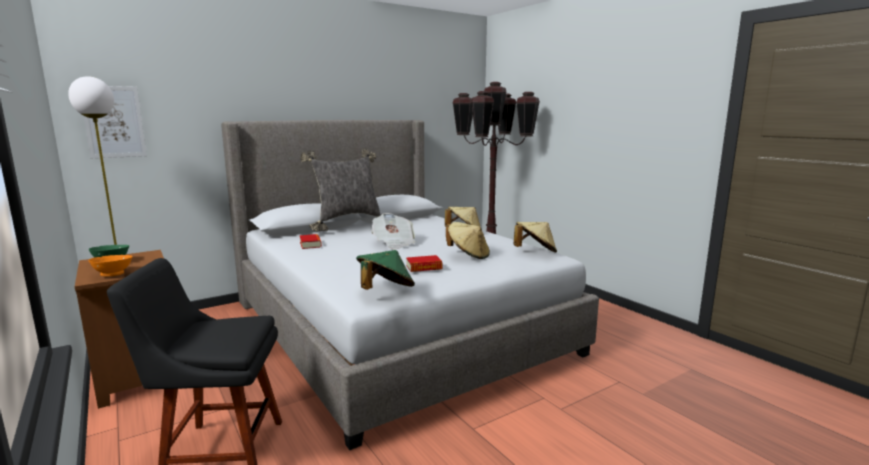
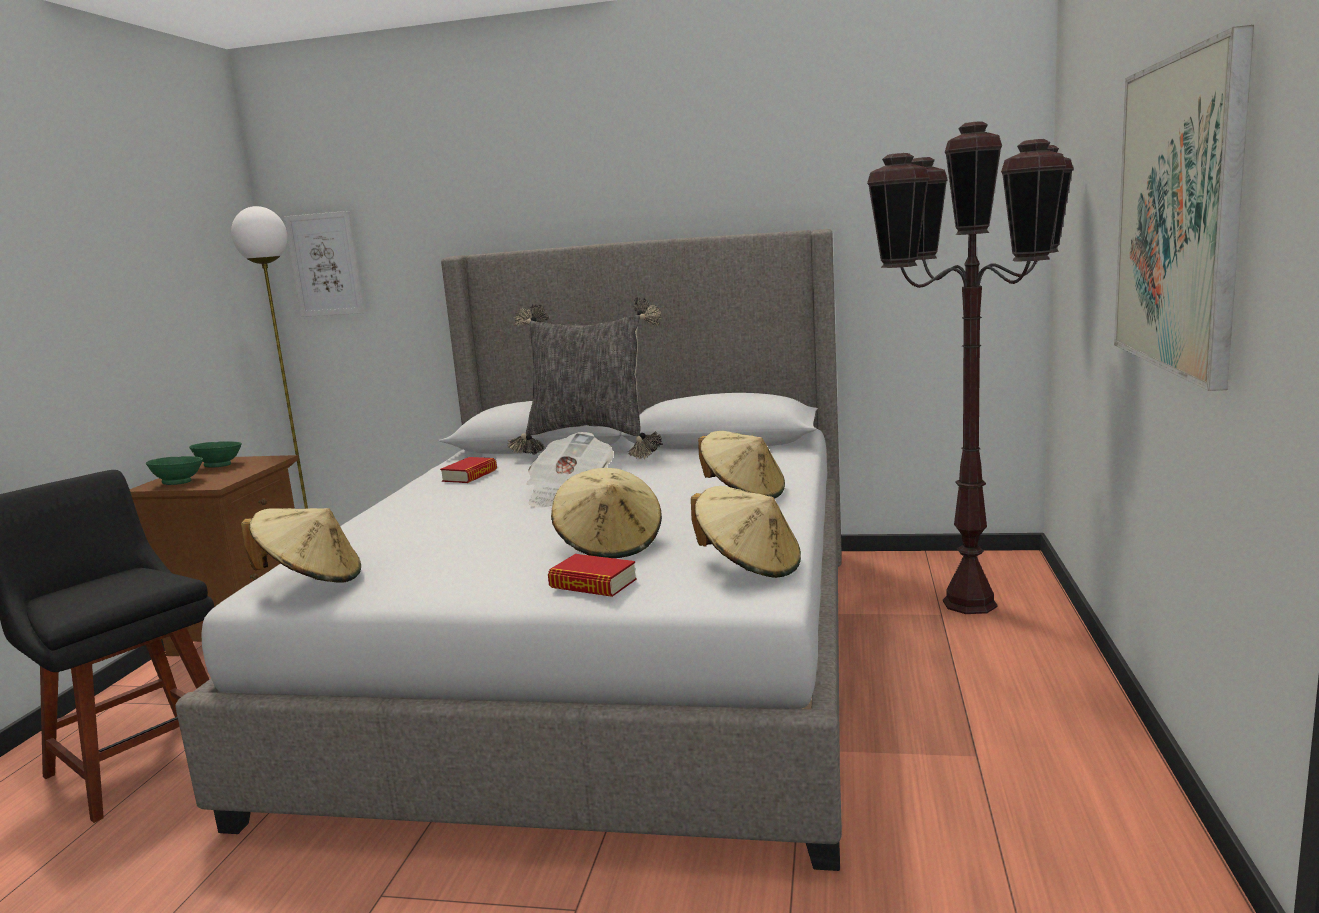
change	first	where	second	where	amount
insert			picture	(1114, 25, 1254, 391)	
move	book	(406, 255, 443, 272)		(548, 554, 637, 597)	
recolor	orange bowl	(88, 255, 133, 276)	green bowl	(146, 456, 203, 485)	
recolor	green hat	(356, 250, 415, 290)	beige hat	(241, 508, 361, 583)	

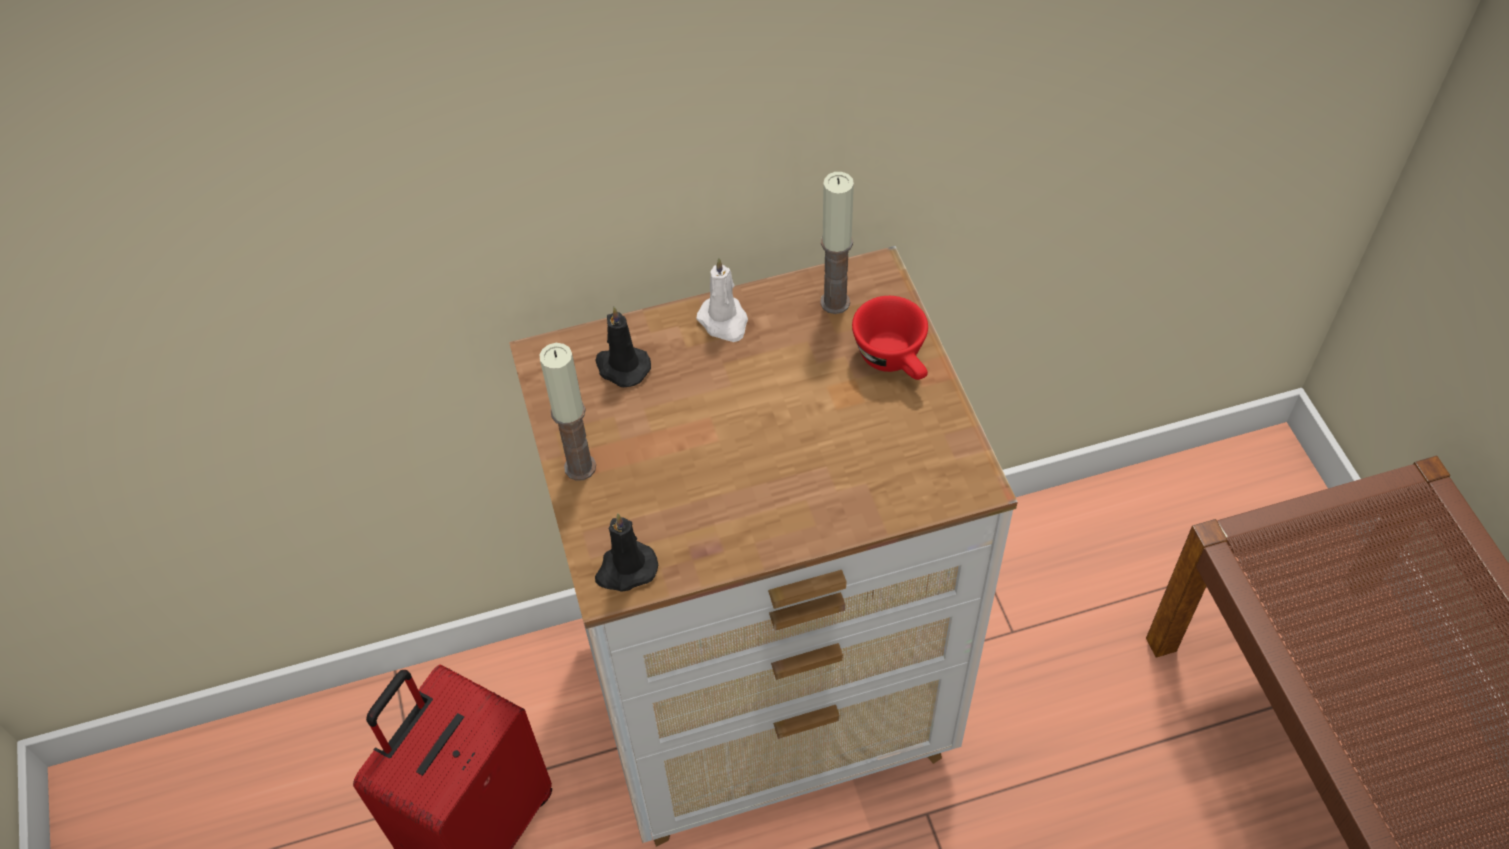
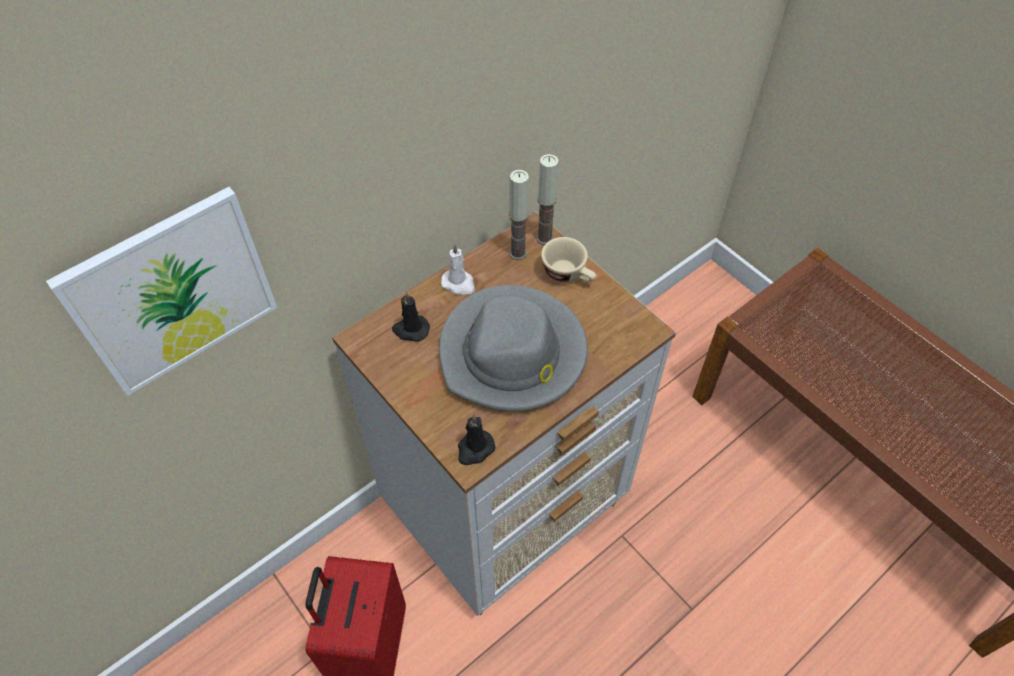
change	first	where	second	where	amount
insert			picture	(46, 187, 277, 396)	
insert			grey hat	(439, 285, 588, 412)	
move	candle	(539, 343, 596, 481)		(536, 154, 558, 245)	
recolor	red cup	(852, 296, 928, 380)	beige cup	(541, 237, 597, 284)	

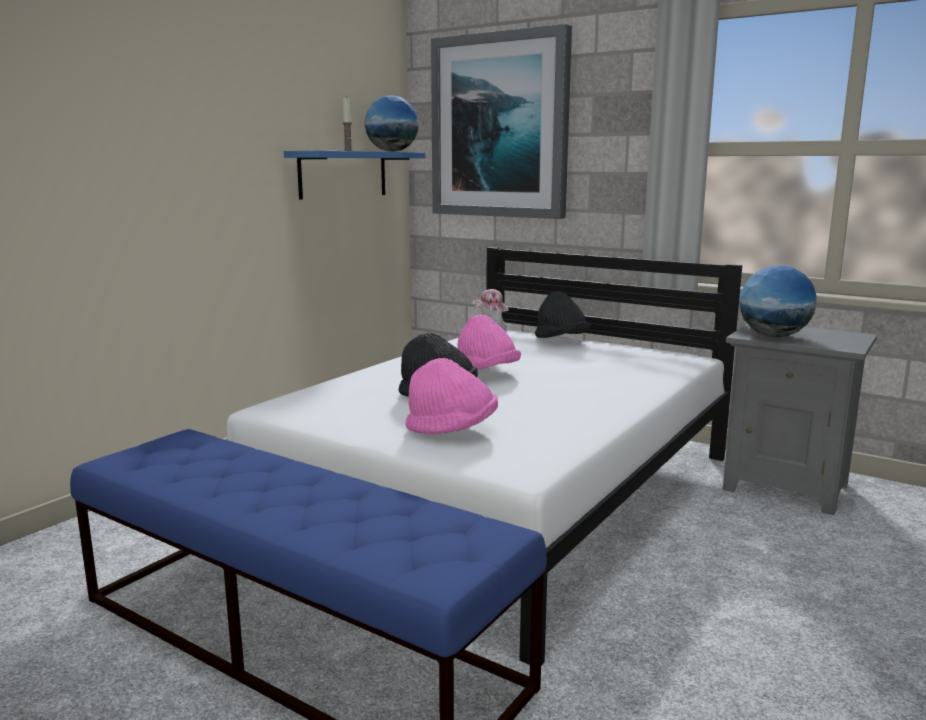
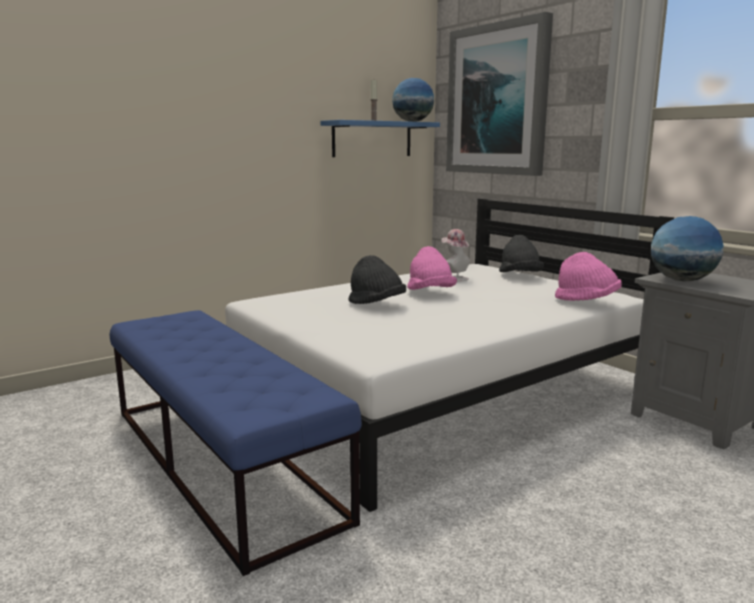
change	first	where	second	where	amount
move	pink hat	(406, 358, 498, 434)		(555, 252, 622, 301)	

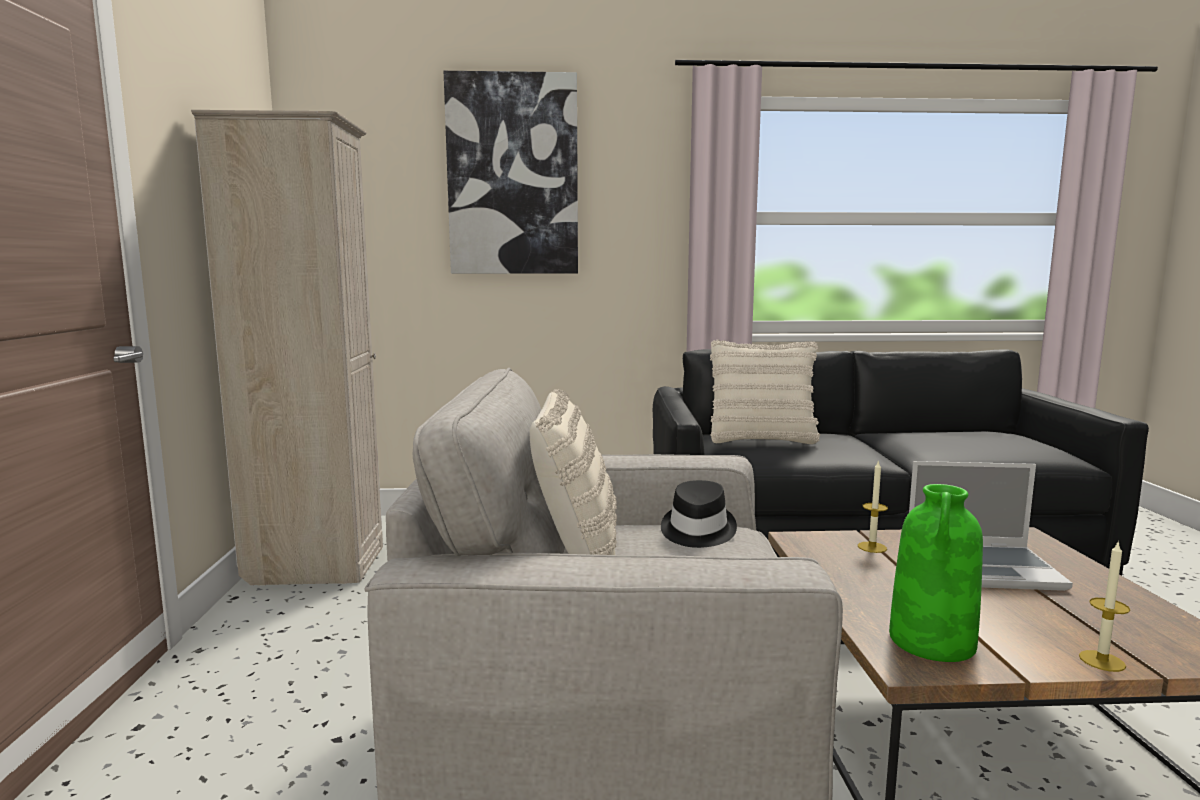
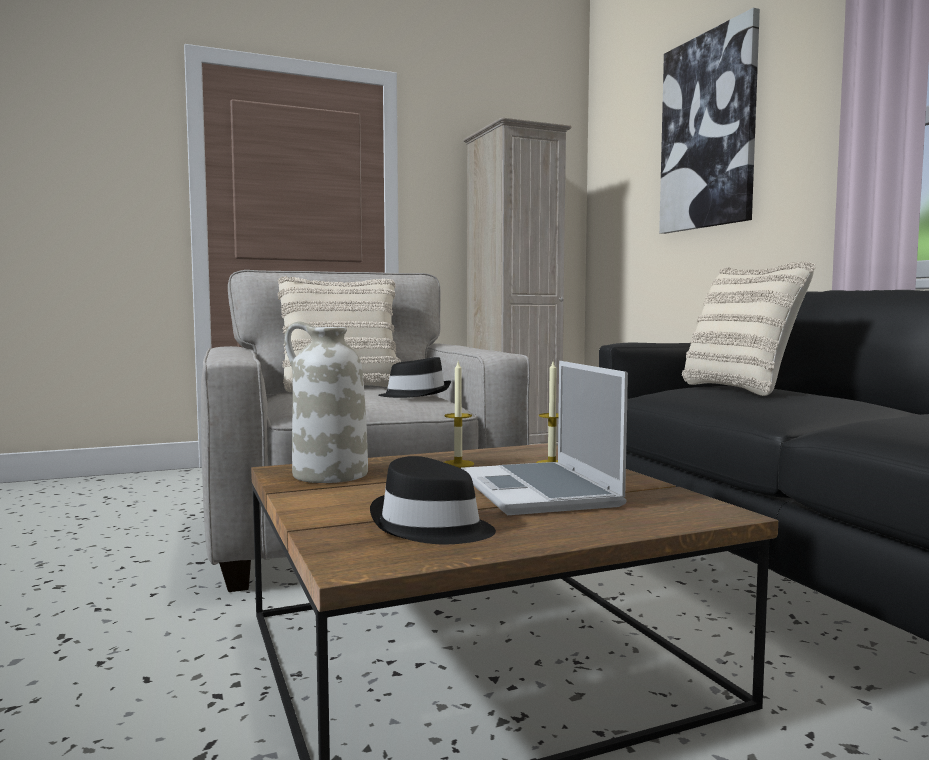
change	first	where	second	where	amount
insert			black hat	(370, 456, 496, 544)	
move	candle	(1079, 543, 1130, 672)		(444, 361, 474, 468)	
recolor	green vase	(889, 484, 983, 662)	white vase	(284, 321, 368, 483)	

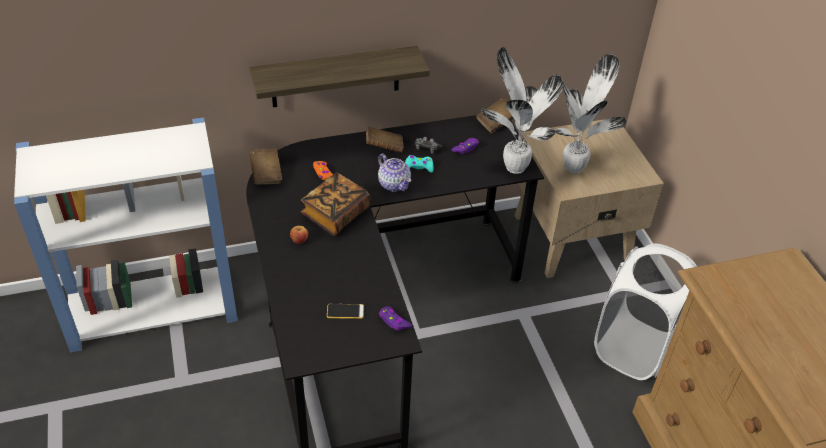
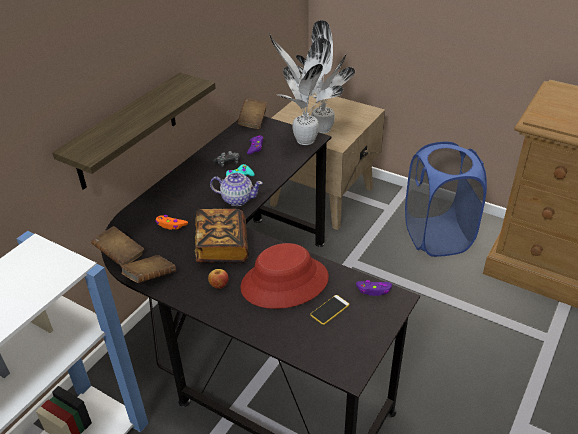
change	first	where	second	where	amount
insert			red hat	(240, 243, 329, 309)	
move	brown book	(366, 127, 404, 153)		(121, 255, 176, 283)	
recolor	white laundry basket	(594, 244, 697, 380)	blue laundry basket	(405, 142, 487, 257)	

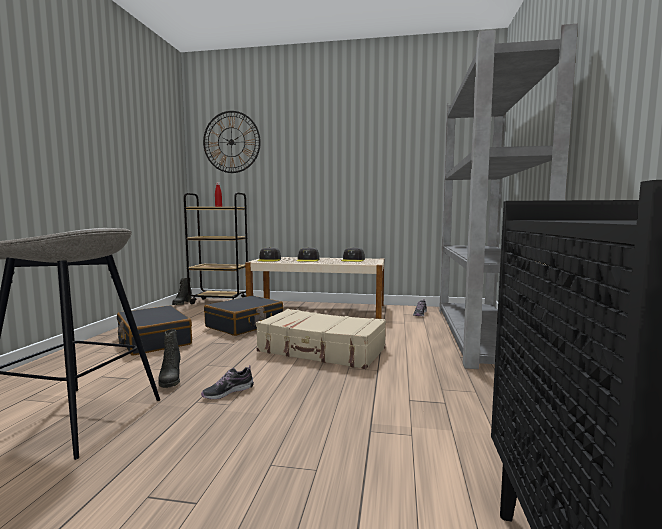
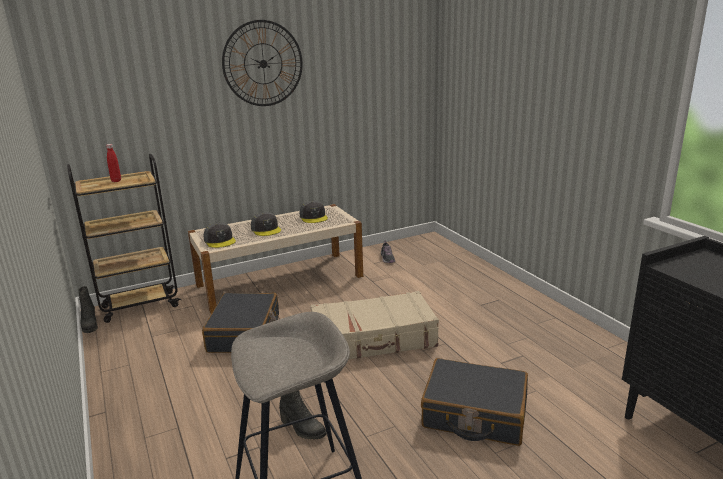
change	first	where	second	where	amount
delete	shoe	(201, 365, 254, 399)			
delete	grey bookcase	(439, 24, 578, 369)			
move	black suitcase	(117, 305, 192, 356)		(421, 358, 528, 446)	
move	wall clock	(203, 111, 261, 173)		(222, 20, 303, 106)	

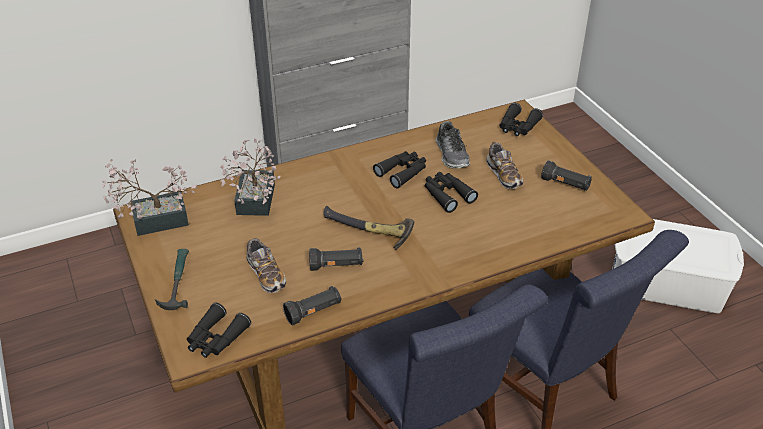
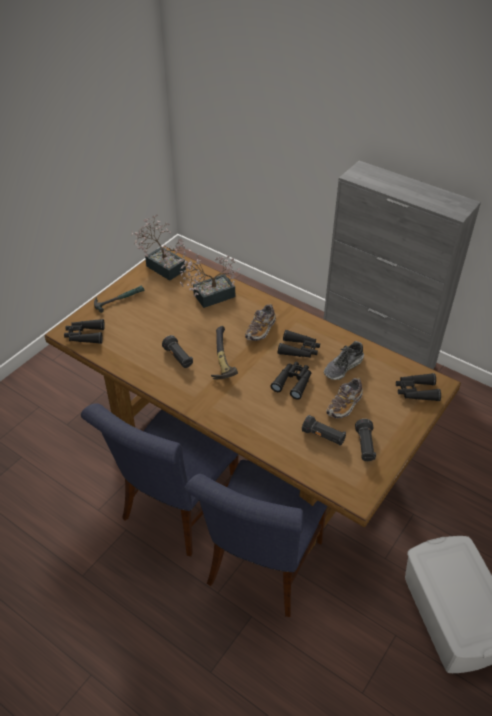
change	first	where	second	where	amount
move	shoe	(247, 237, 286, 293)		(245, 304, 276, 341)	
move	black flashlight	(283, 286, 342, 325)		(302, 415, 346, 446)	

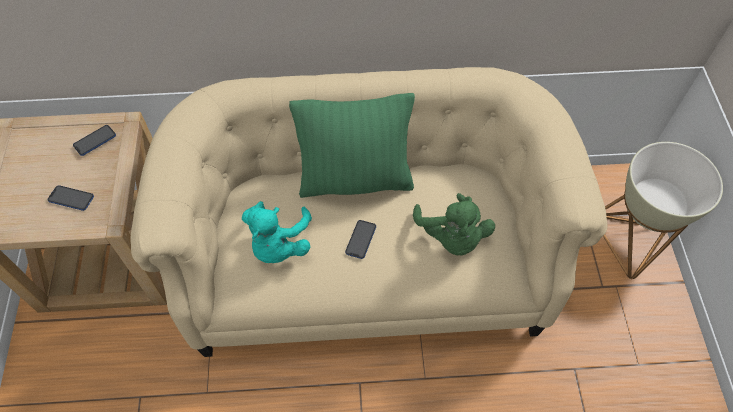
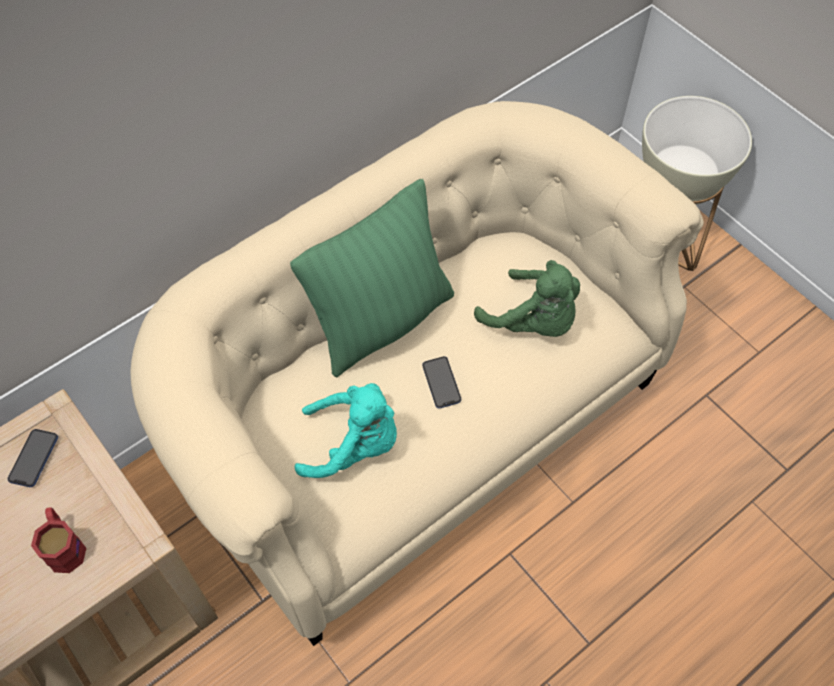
change	first	where	second	where	amount
replace	phone	(48, 185, 94, 211)	red mug	(31, 507, 86, 573)	
rotate	turquoise plush toy	(242, 201, 312, 263)		(294, 383, 397, 478)	60 degrees counterclockwise

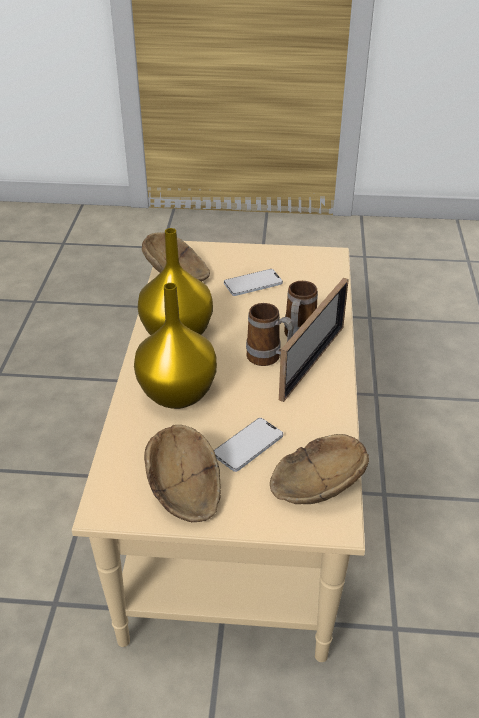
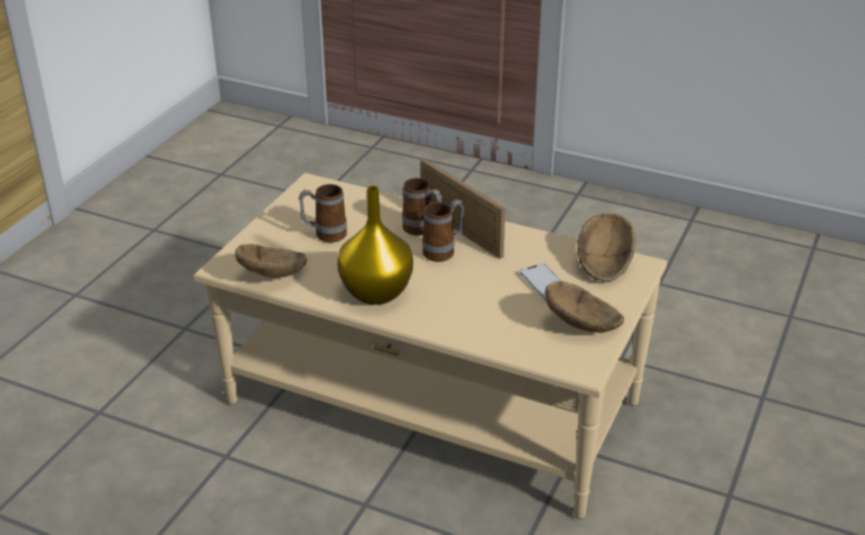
change	first	where	second	where	amount
delete	yellow vase	(134, 283, 217, 409)			
replace	phone	(224, 269, 283, 296)	mug	(299, 184, 347, 242)	

